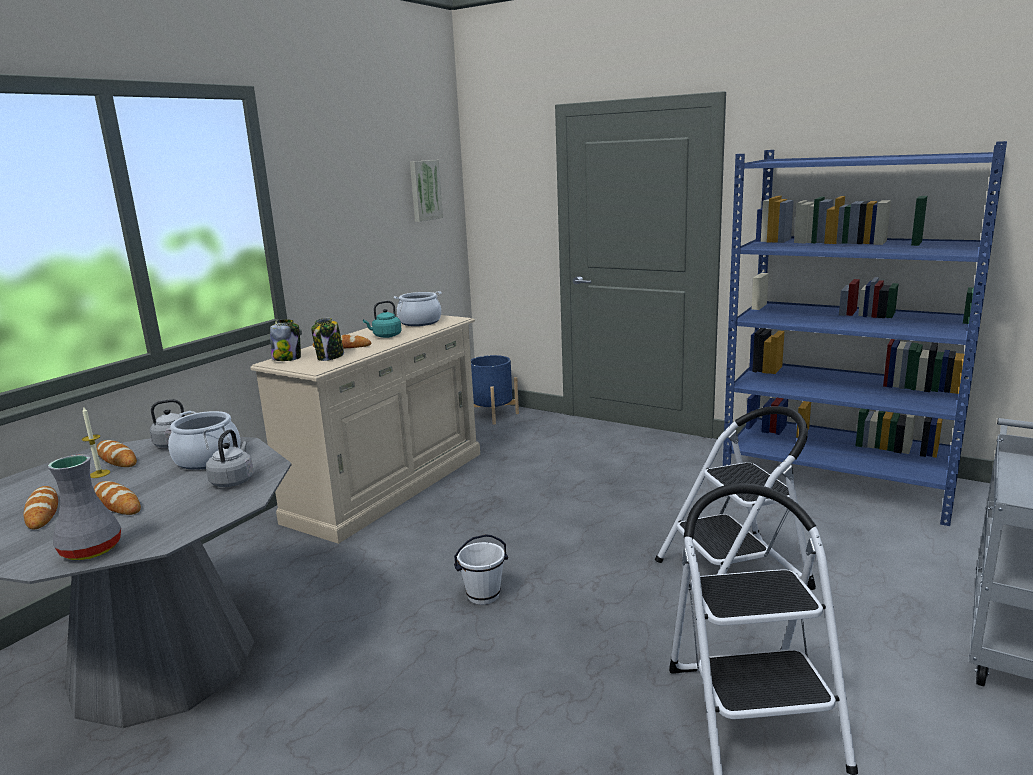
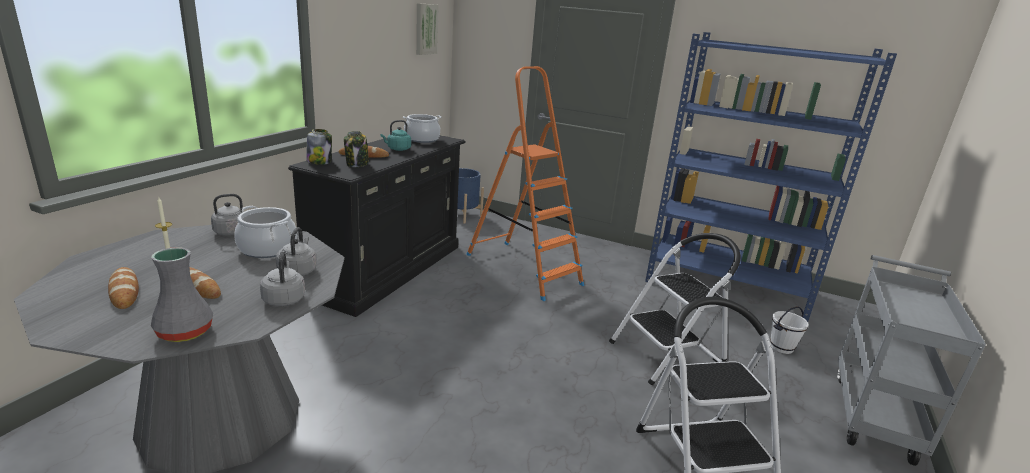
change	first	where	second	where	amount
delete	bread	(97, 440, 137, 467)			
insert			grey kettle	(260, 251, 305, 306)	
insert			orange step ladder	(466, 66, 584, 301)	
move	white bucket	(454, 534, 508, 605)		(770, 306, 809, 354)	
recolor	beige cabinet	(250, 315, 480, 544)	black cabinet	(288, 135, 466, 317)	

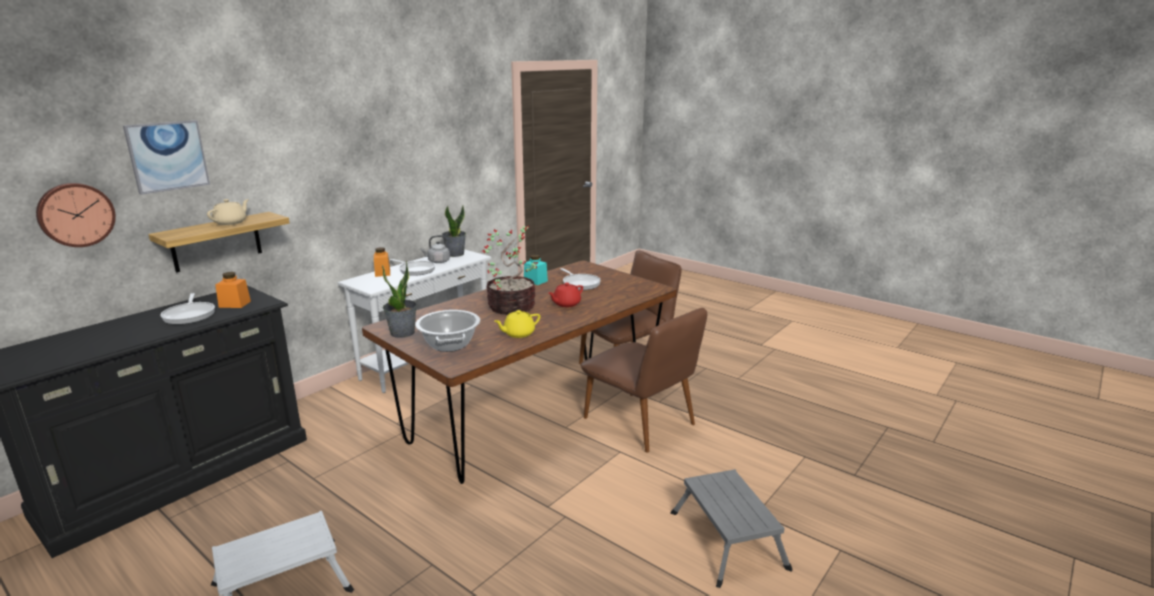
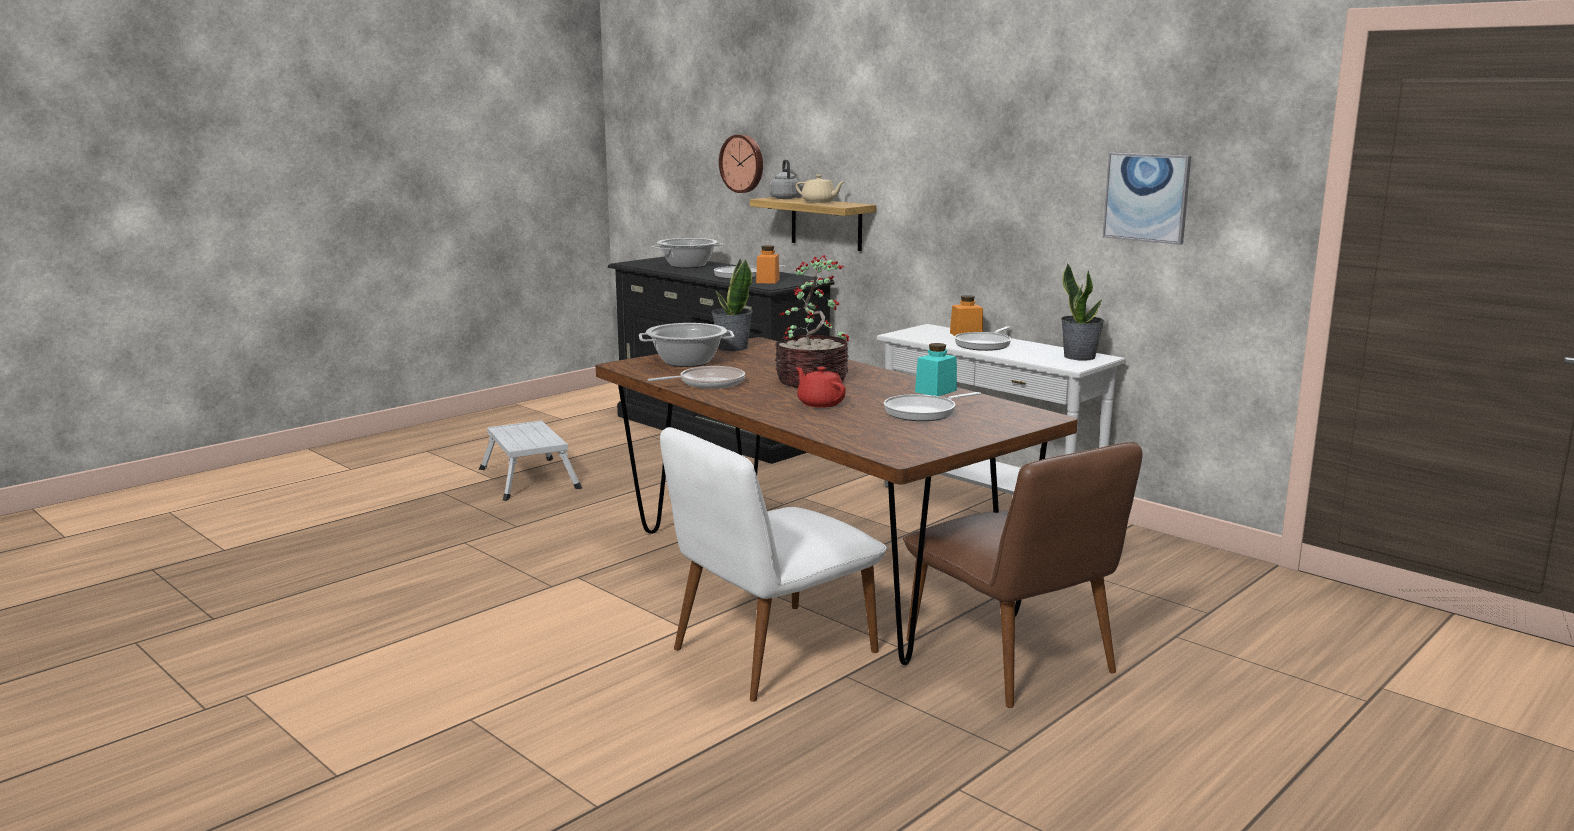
change	first	where	second	where	amount
delete	grey step ladder	(670, 469, 793, 588)			
insert			cooking pot	(652, 238, 723, 268)	
move	picture	(123, 120, 210, 195)		(1103, 153, 1191, 245)	
move	grey kettle	(421, 235, 450, 263)		(770, 160, 800, 199)	
replace	yellow teapot	(494, 310, 540, 338)	frying pan	(648, 366, 745, 389)	
recolor	brown chair	(580, 308, 707, 453)	white chair	(660, 427, 887, 702)	

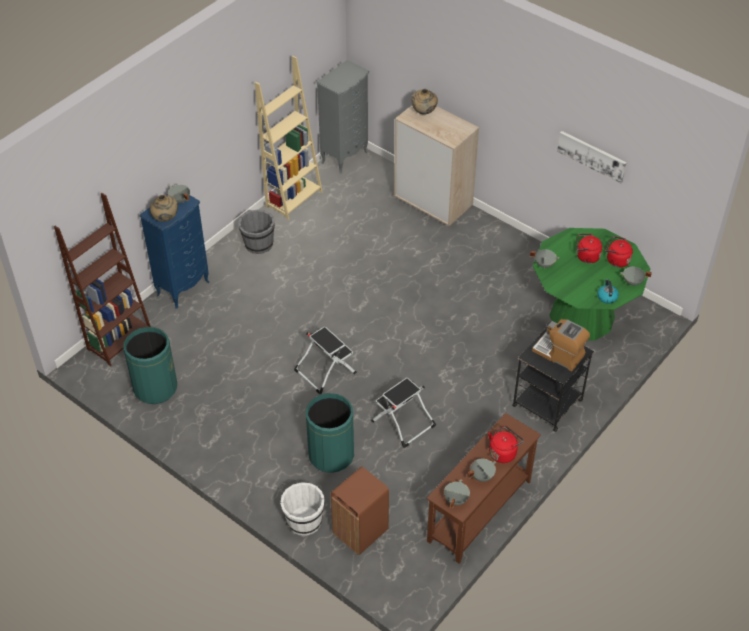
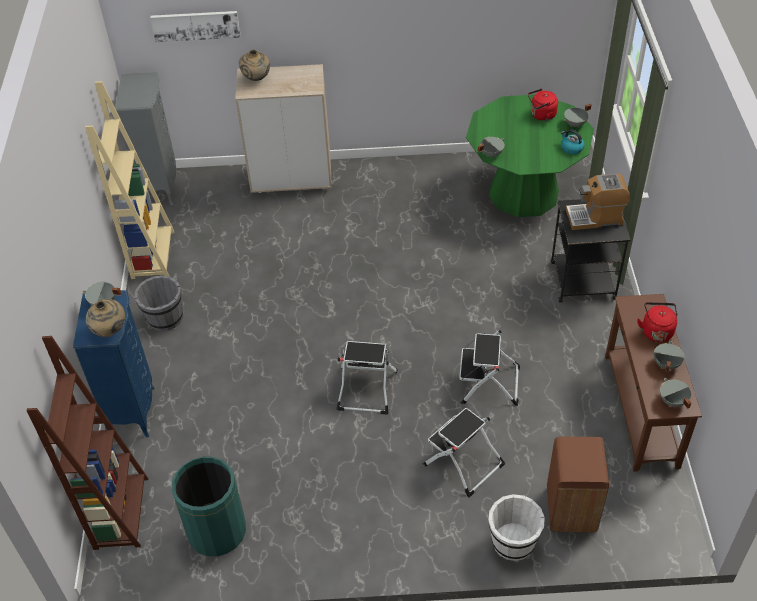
change	first	where	second	where	amount
delete	red kettle	(576, 234, 602, 263)			
move	picture	(557, 131, 627, 183)		(150, 11, 241, 42)	
replace	green trash can	(306, 393, 354, 473)	step ladder	(423, 408, 505, 498)	

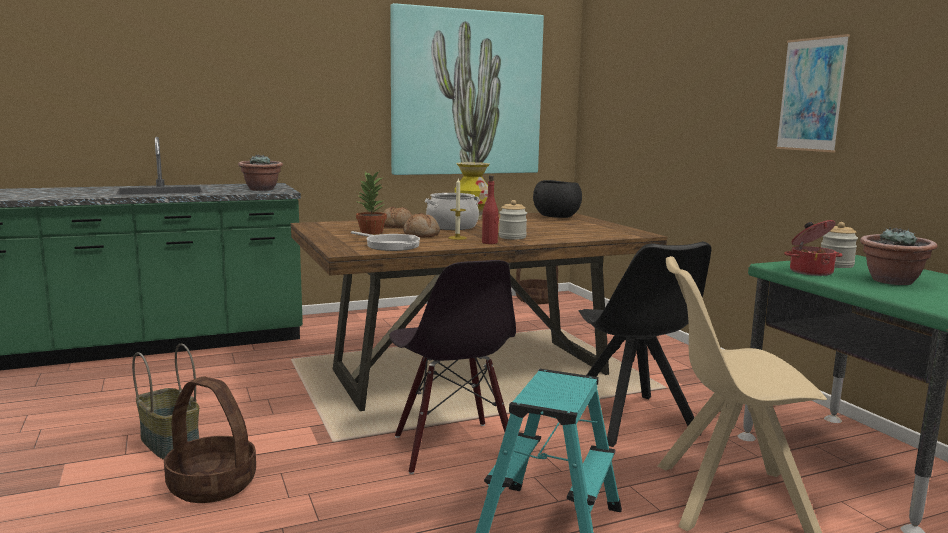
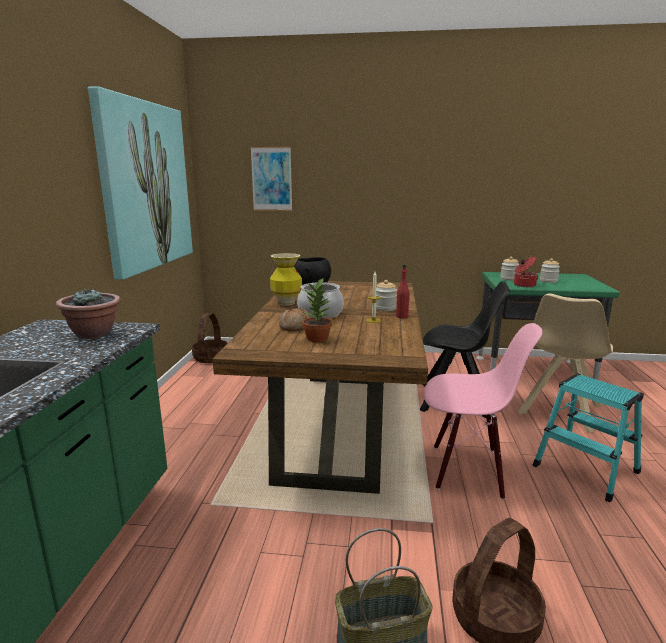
change	first	where	second	where	amount
delete	frying pan	(351, 231, 420, 251)			
delete	bread	(403, 213, 440, 237)			
move	picture	(776, 34, 850, 153)		(251, 147, 292, 211)	
replace	potted plant	(860, 227, 937, 285)	jar	(540, 258, 560, 283)	
recolor	black chair	(389, 260, 516, 474)	pink chair	(424, 323, 543, 500)	

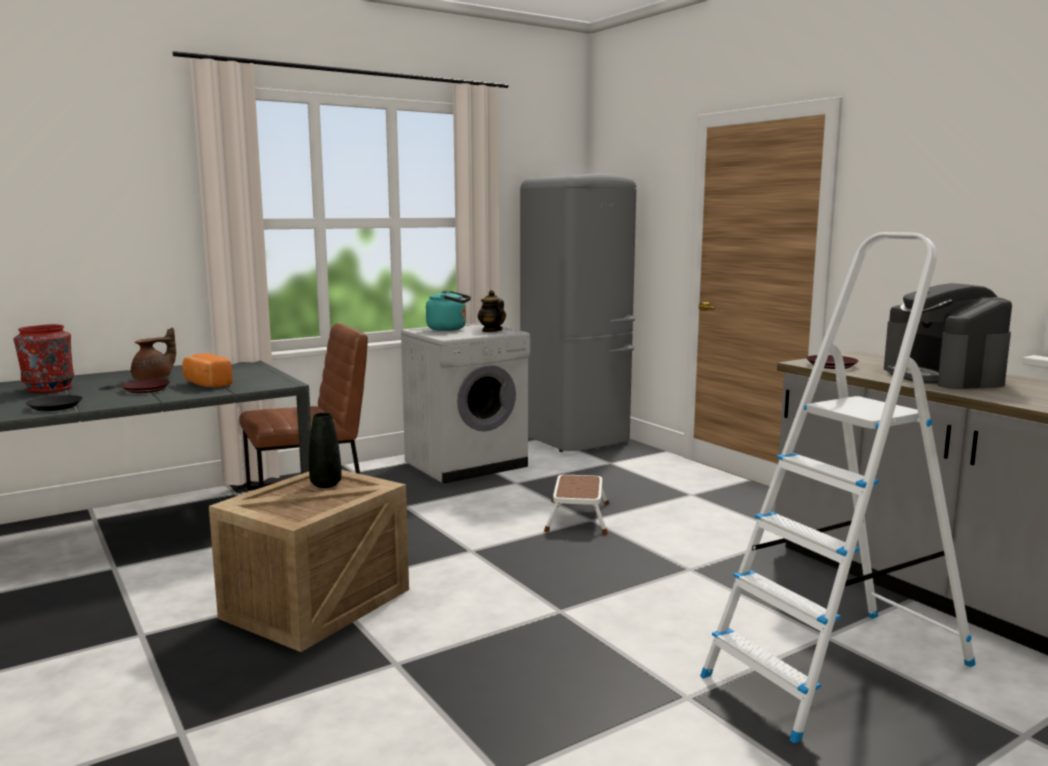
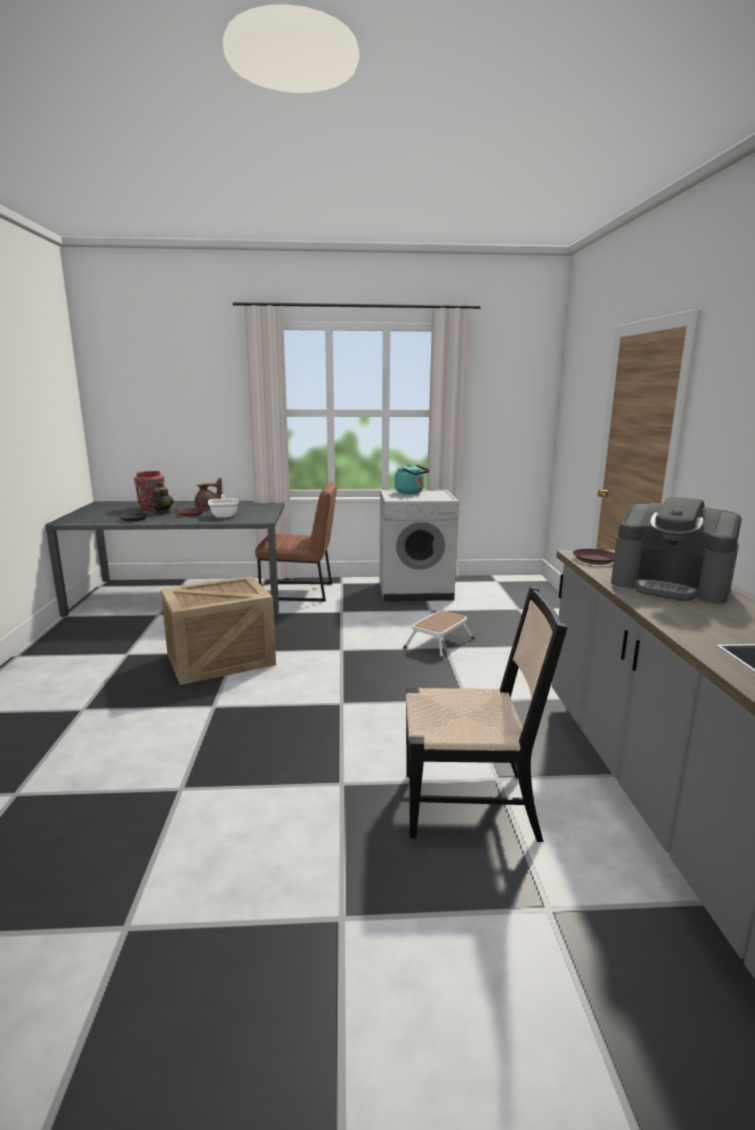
change	first	where	second	where	amount
delete	black vase	(309, 413, 342, 488)			
delete	grey fridge	(520, 174, 636, 452)			
move	teapot	(478, 290, 506, 332)		(150, 482, 174, 514)	
replace	bread	(182, 353, 233, 388)	frying pan	(208, 494, 239, 517)	
replace	white step ladder	(700, 232, 976, 743)	chair	(406, 586, 568, 842)	
rotate	coffee machine	(884, 283, 1012, 389)		(611, 496, 742, 603)	75 degrees counterclockwise

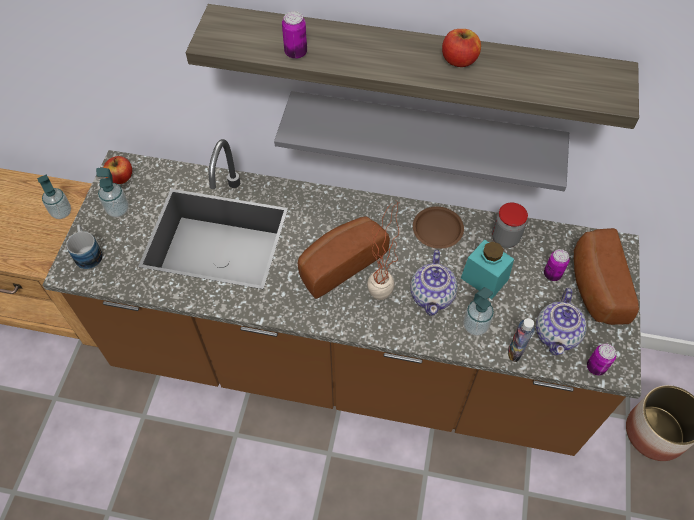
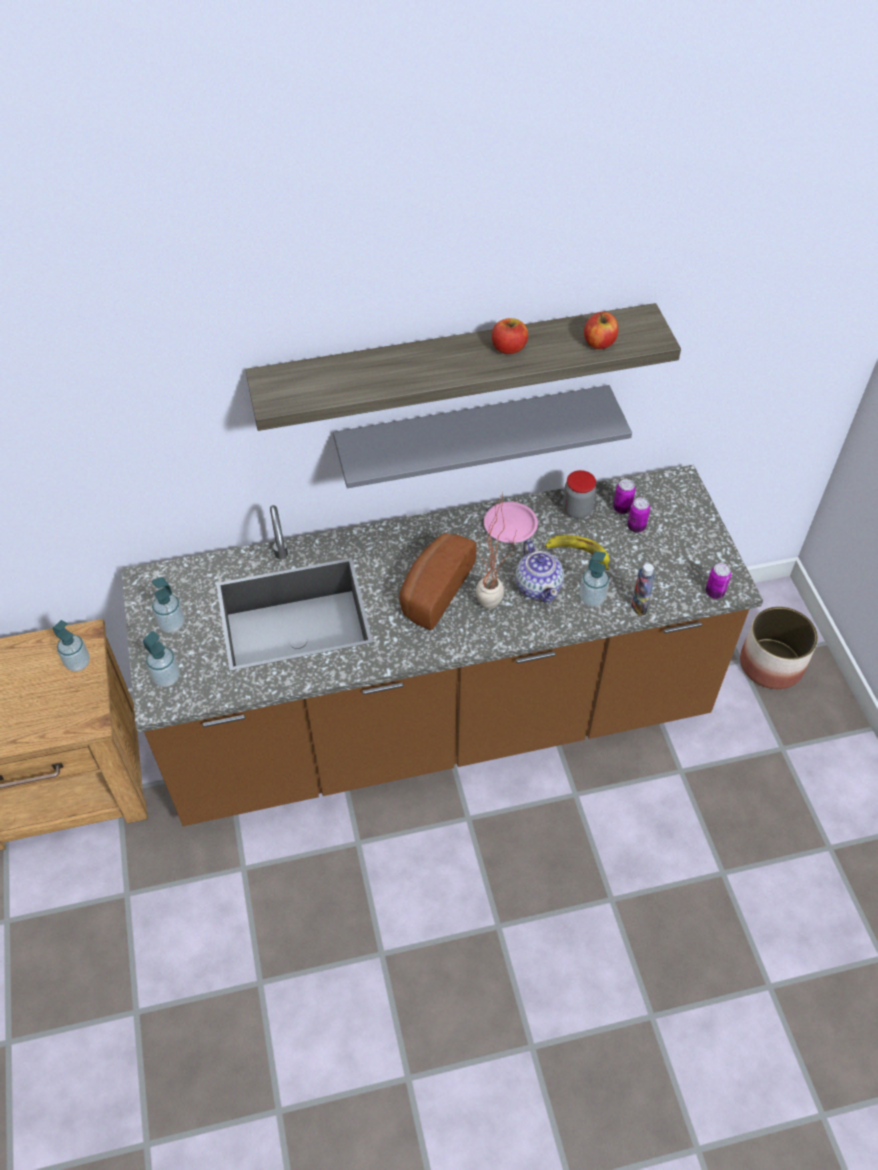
change	first	where	second	where	amount
delete	teapot	(536, 288, 587, 355)			
delete	bread	(574, 228, 639, 325)			
move	apple	(103, 156, 132, 184)		(584, 312, 618, 349)	
move	can	(282, 11, 307, 59)		(613, 479, 636, 514)	
replace	mug	(67, 224, 103, 269)	soap dispenser	(143, 631, 180, 687)	
replace	turquoise jar	(461, 239, 514, 299)	banana	(545, 535, 609, 570)	
recolor	brown plate	(413, 207, 464, 249)	pink plate	(484, 502, 538, 543)	

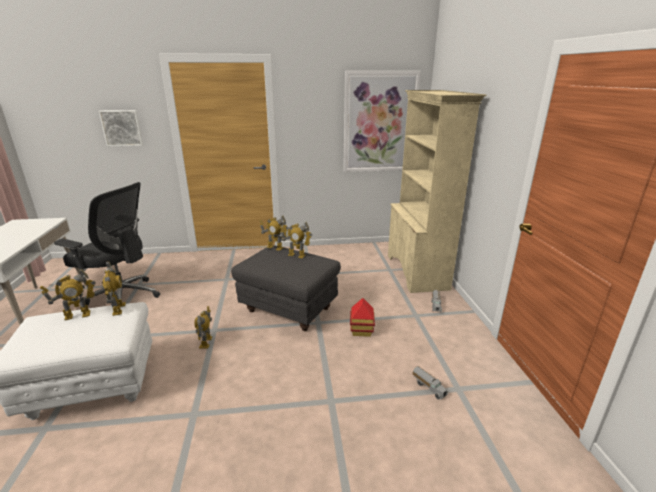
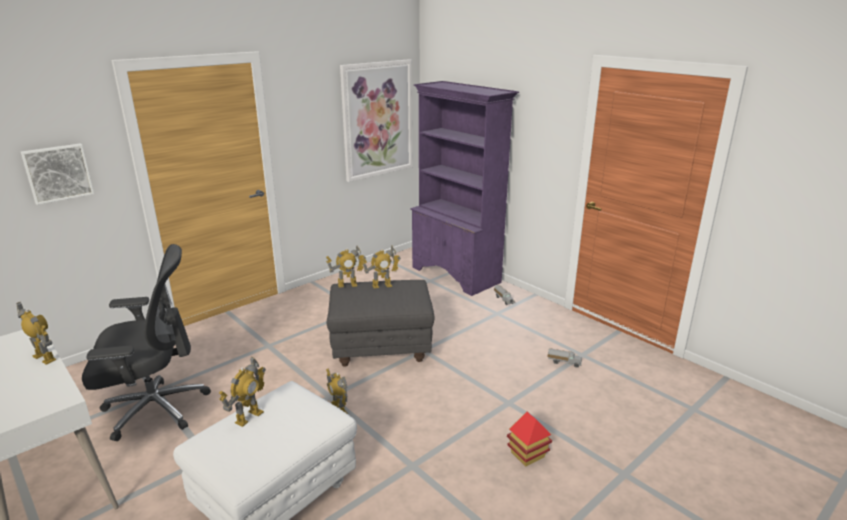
change	first	where	second	where	amount
move	toy robot	(103, 261, 126, 316)		(17, 302, 56, 365)	
move	toy house	(350, 298, 375, 337)		(507, 412, 552, 467)	
recolor	beige bookcase	(388, 90, 487, 293)	purple bookcase	(410, 81, 519, 296)	

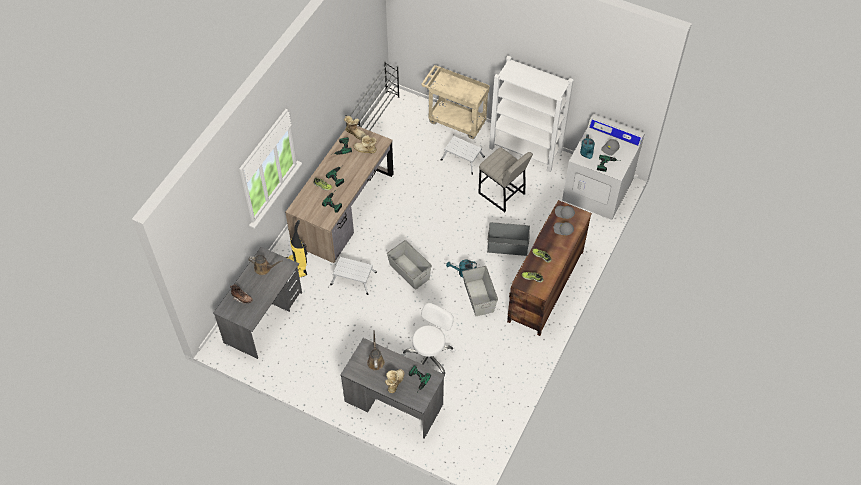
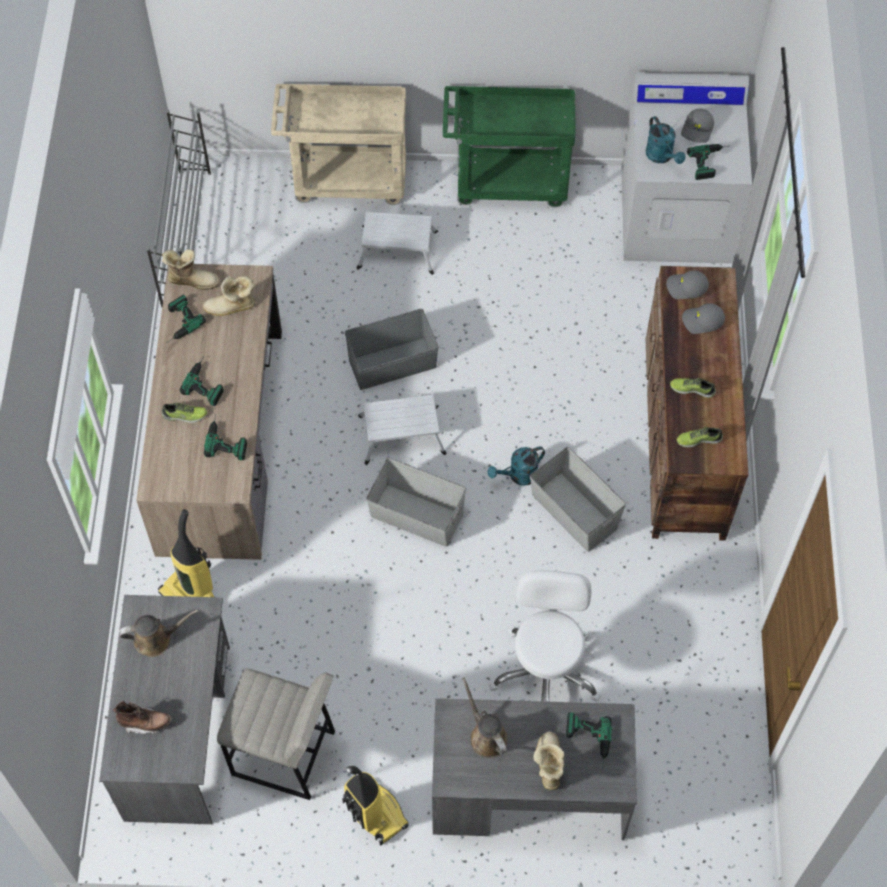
change	first	where	second	where	amount
insert			vacuum cleaner	(342, 766, 409, 846)	
move	white step ladder	(330, 257, 377, 295)		(358, 394, 447, 465)	
move	grey chair	(478, 147, 533, 212)		(217, 668, 335, 800)	
move	grey storage box	(487, 222, 530, 256)		(345, 309, 438, 390)	
replace	white bookcase	(489, 56, 574, 172)	green cart	(443, 86, 576, 207)	

